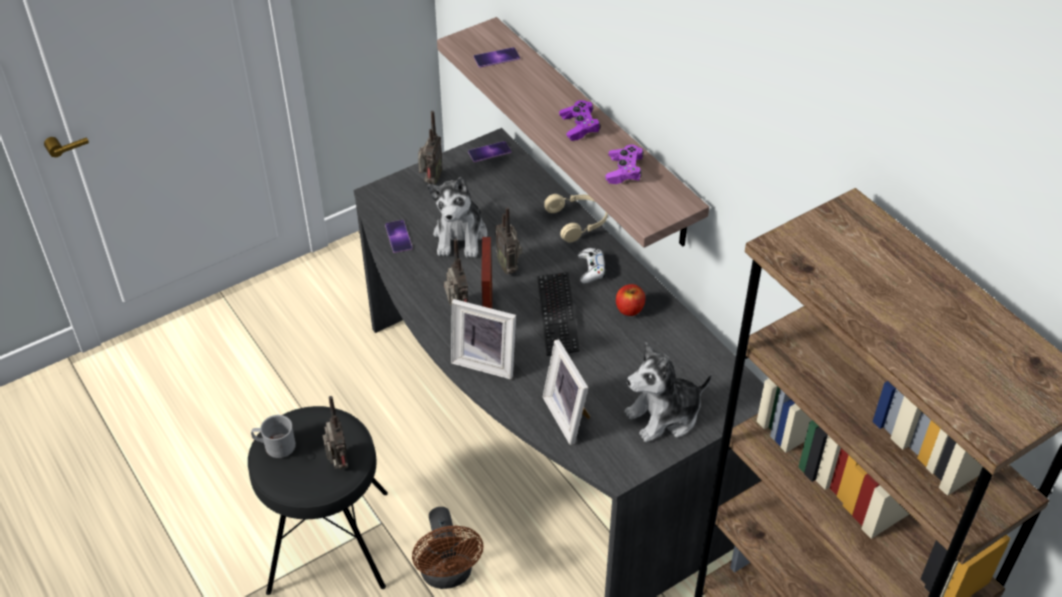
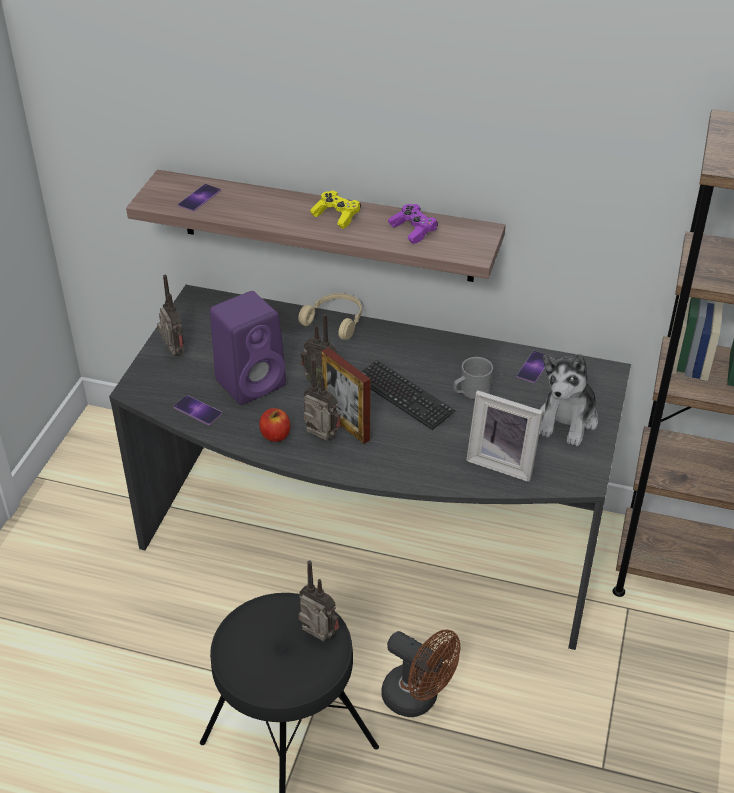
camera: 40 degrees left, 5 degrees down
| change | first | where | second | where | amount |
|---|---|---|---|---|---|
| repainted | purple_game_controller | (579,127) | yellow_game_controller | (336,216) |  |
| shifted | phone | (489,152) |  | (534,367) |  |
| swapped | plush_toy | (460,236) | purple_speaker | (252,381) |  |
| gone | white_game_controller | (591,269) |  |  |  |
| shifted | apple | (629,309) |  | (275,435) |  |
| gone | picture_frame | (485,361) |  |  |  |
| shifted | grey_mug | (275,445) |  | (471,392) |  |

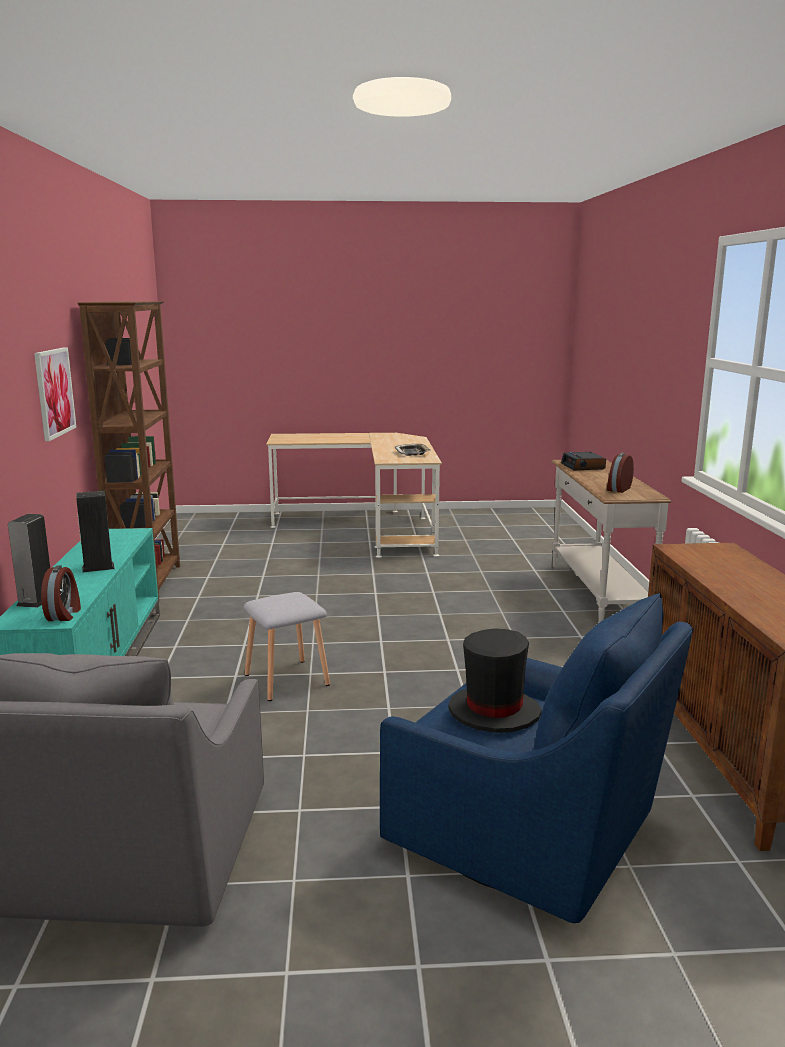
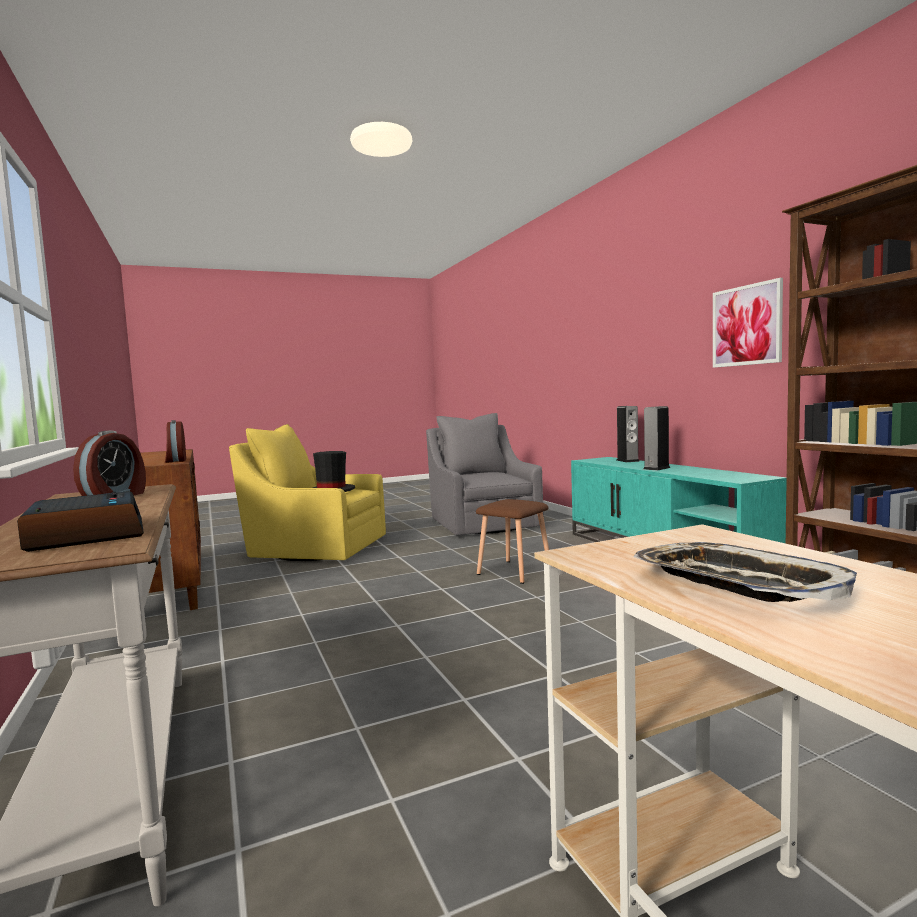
camera: 160 degrees right, 10 degrees down
| change | first | where | second | where | amount |
|---|---|---|---|---|---|
| shifted | alarm_clock | (64,614) |  | (175,461) |  |
| repainted | grey_stool | (287,679) | brown_stool | (514,572) |  |
| repainted | blue_armchair | (530,833) | yellow_armchair | (315,548) |  |

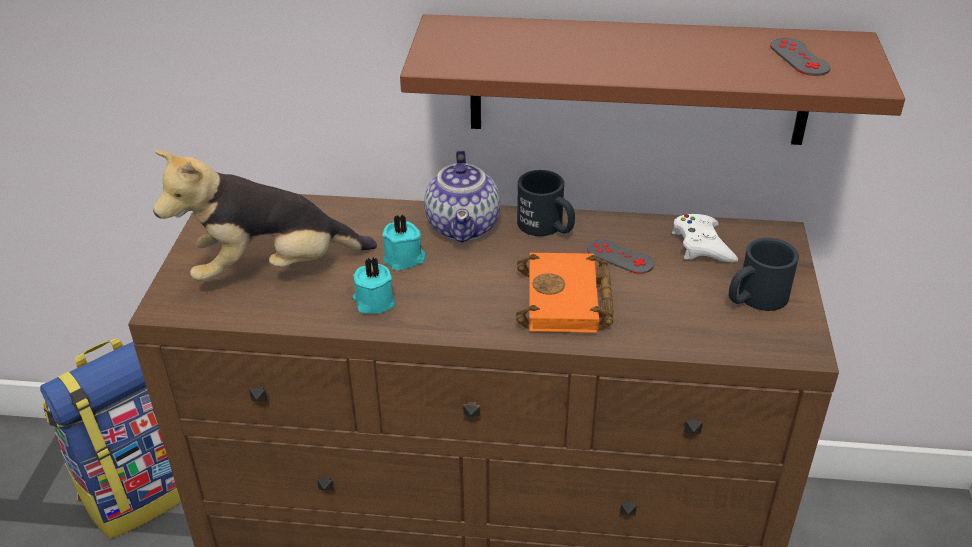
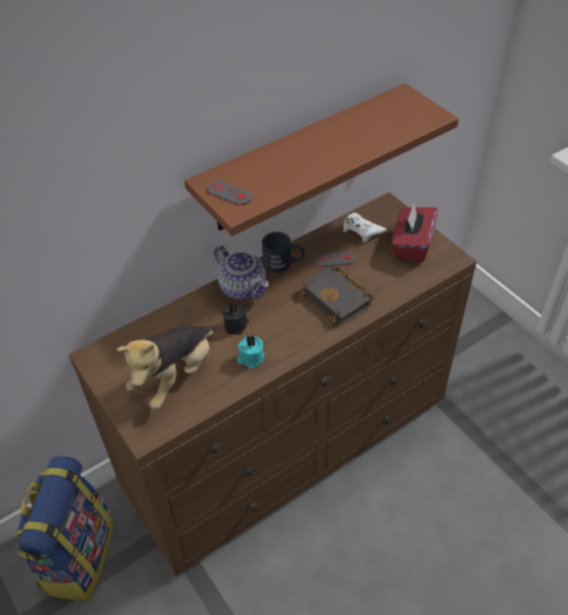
camera: 40 degrees left, 10 degrees up
| change | first | where | second | where | amount |
|---|---|---|---|---|---|
| shifted | grey_game_controller | (799,57) |  | (229,193) |  |
| repainted | turquoise_candle | (405,259) | black_candle | (236,325) |  |
| swapped | black_mug | (754,299) | red_tissue_box | (411,245) |  |
| repainted | orange_book | (567,302) | black_book | (339,298) |  |

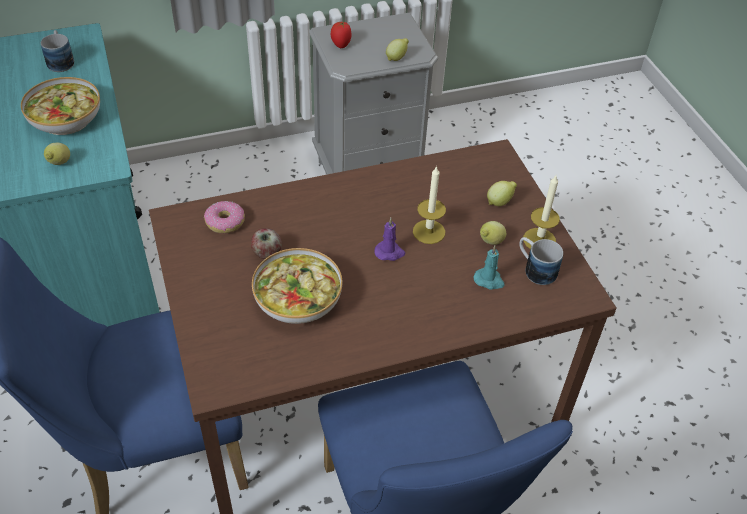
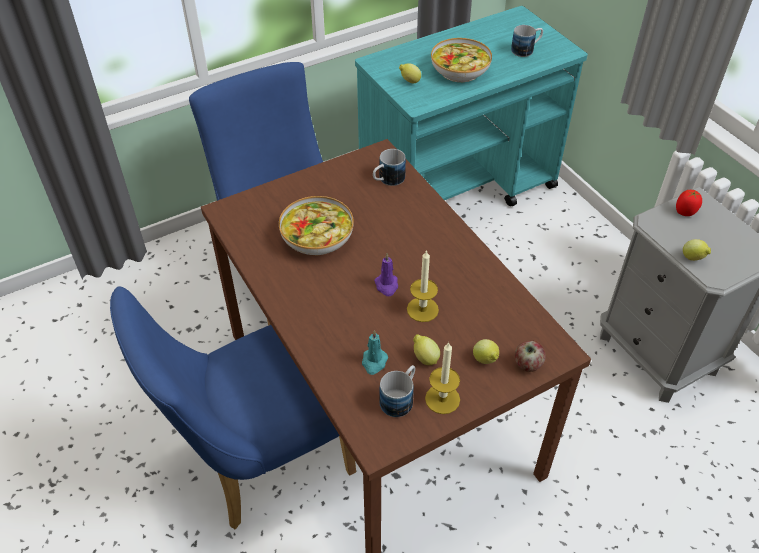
camera: 80 degrees right, 0 degrees up
| change | first | where | second | where | amount |
|---|---|---|---|---|---|
| swapped | donut | (225,222) | mug | (387,180) |  |
| shifted | apple | (267,253) |  | (527,364) |  |

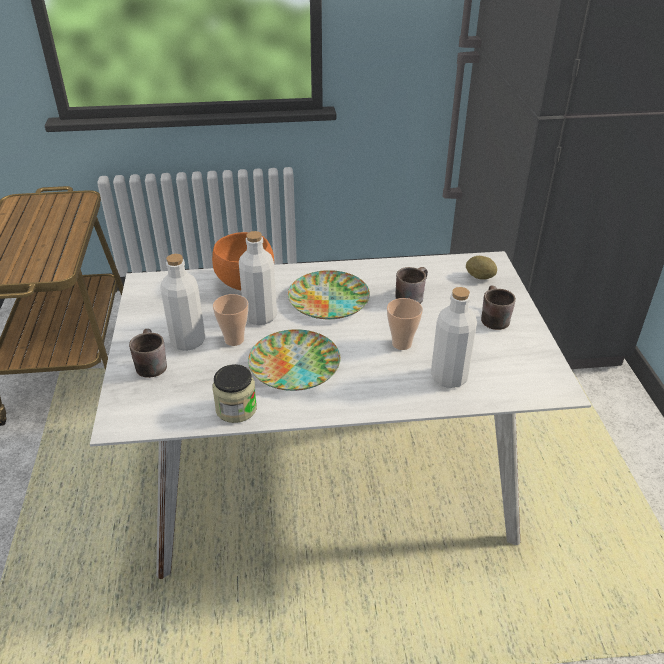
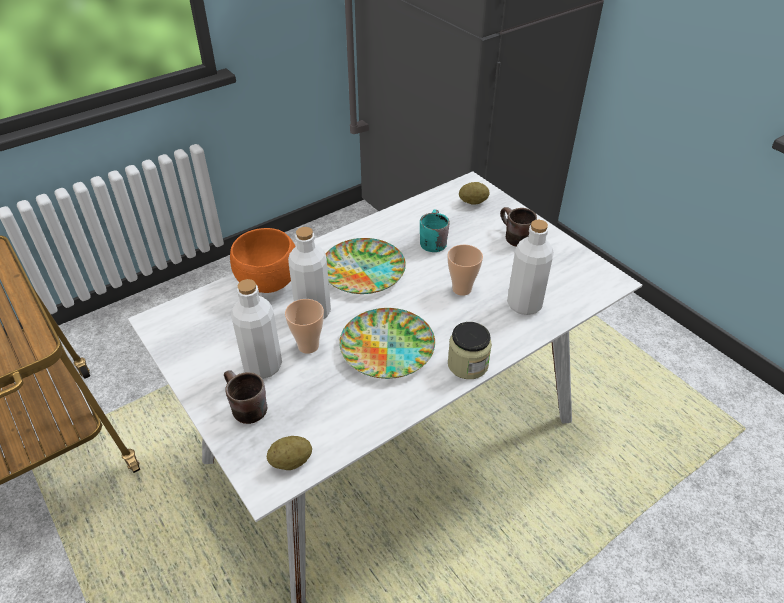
camera: 30 degrees left, 5 degrees up
| change | first | where | second | where | amount |
|---|---|---|---|---|---|
| repainted | brown_mug | (410,296) | turquoise_mug | (431,240) |  |
| shifted | jar | (236,409) |  | (467,364) |  |
| new |  |  | potato | (291,461) |  |

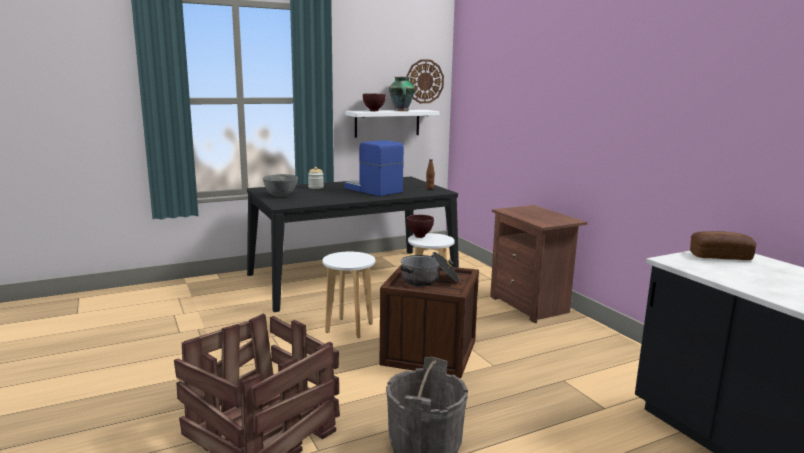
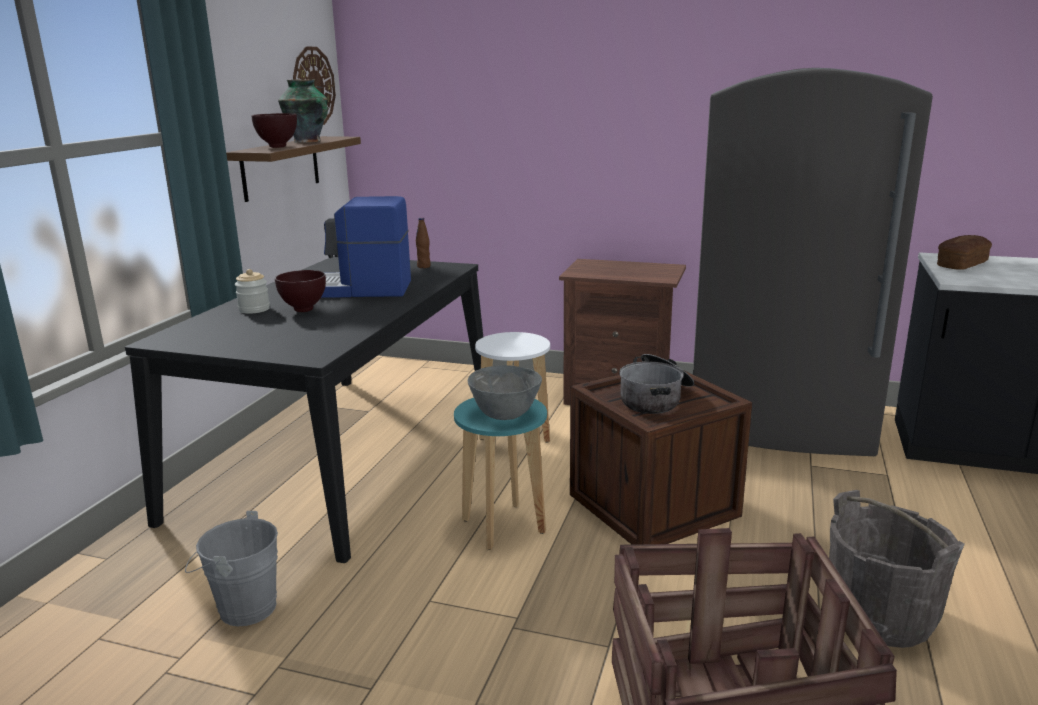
camera: 45 degrees left, 5 degrees up
| change | first | where | second | where | amount |
|---|---|---|---|---|---|
| repainted | white_shelf | (387,123) | brown_shelf | (281,167) |  |
| shifted | grey_bowl | (280,196) |  | (505,415) |  |
| shifted | brown_bowl | (419,236) |  | (303,310) |  |
| repainted | white_stool | (349,328) | turquoise_stool | (503,526) |  |
| new |  |  | grey_fridge | (781,422) |  |
| new |  |  | grey_bucket | (241,608) |  |

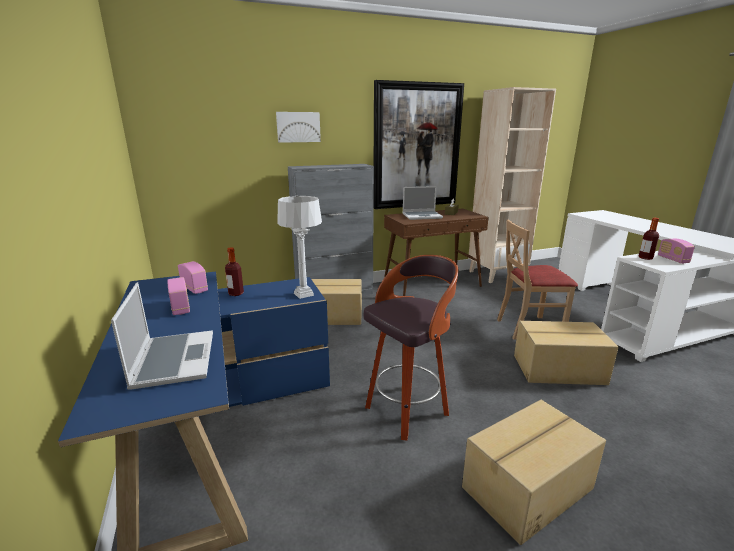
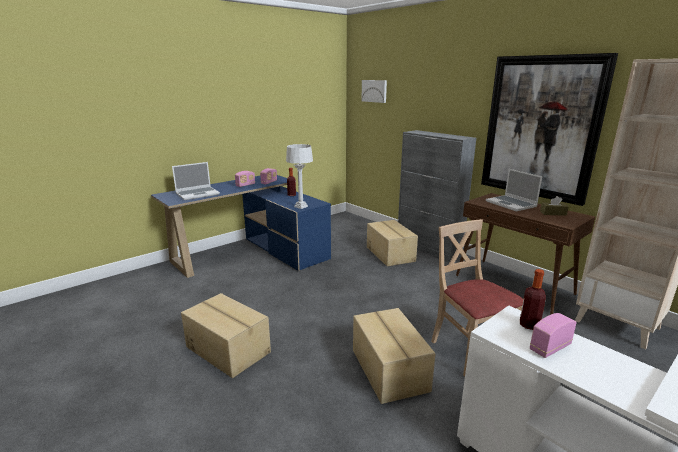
camera: 70 degrees right, 0 degrees up
| change | first | where | second | where | amount |
|---|---|---|---|---|---|
| shifted | picture | (298,127) |  | (374,91) |  |
| gone | stool | (408,410) |  |  |  |

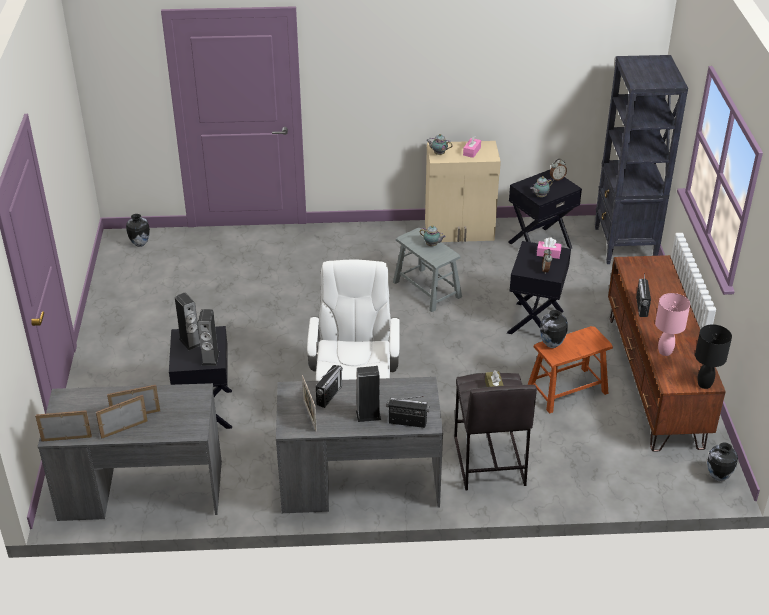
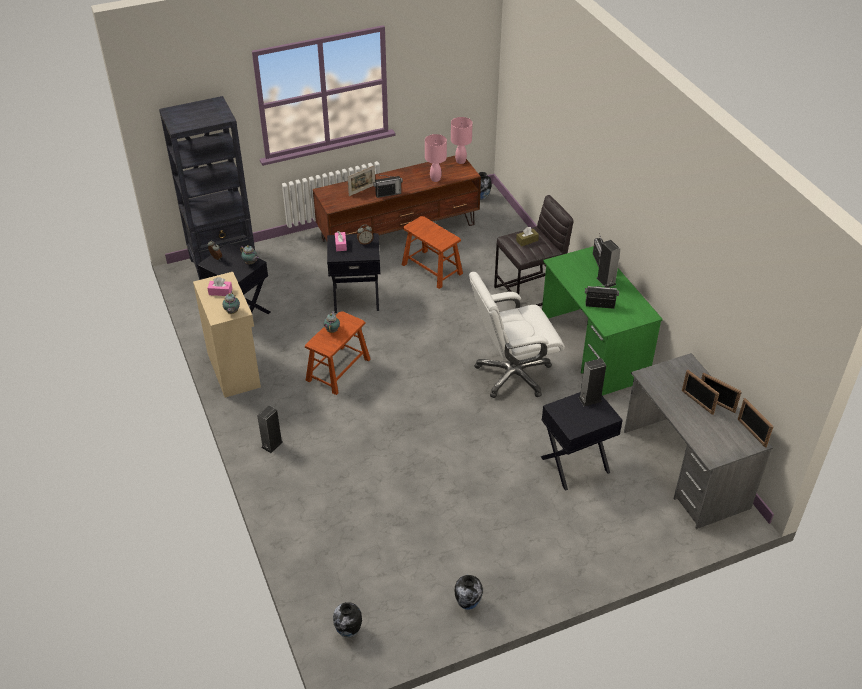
camera: 110 degrees left, 5 degrees up
| change | first | where | second | where | amount |
|---|---|---|---|---|---|
| repainted | grey_stool | (427,289) | brown_stool | (338,370) |  |
| shifted | speaker | (190,342) |  | (272,444) |  |
| shifted | vase | (551,344) |  | (468,604) |  |
| repainted | black_table_lamp | (704,384) | pink_table_lamp | (460,161) |  |
| shifted | picture_frame | (309,415) |  | (362,190) |  |
| repainted | grey_desk | (359,483) | green_desk | (593,349) |  |

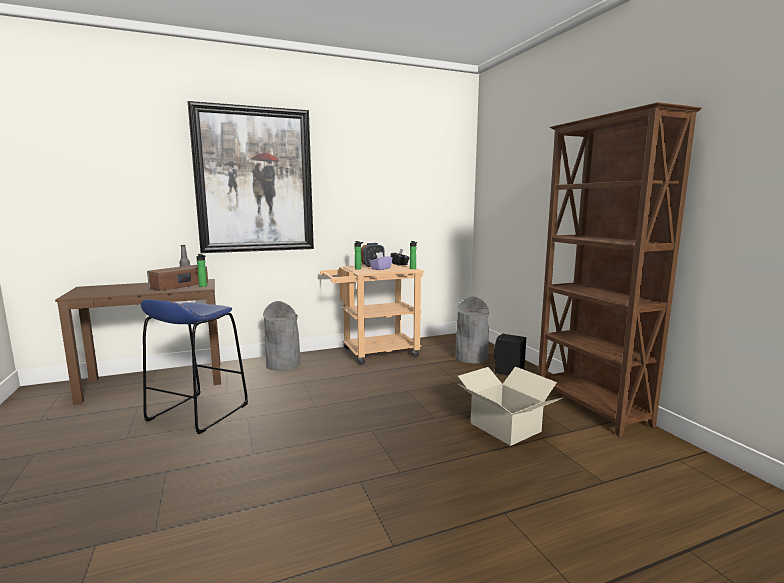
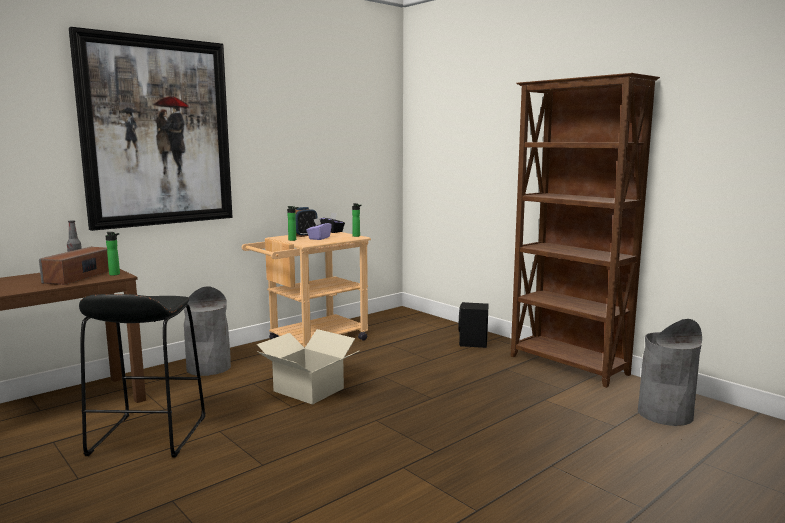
camera: 20 degrees left, 0 degrees up
| change | first | where | second | where | amount |
|---|---|---|---|---|---|
| shifted | grey_trash_can | (471,357) |  | (664,414) |  |
| repainted | blue_stool | (198,412) | black_stool | (148,435) |  |
| shifted | cardboard_box | (505,427) |  | (309,389) |  |

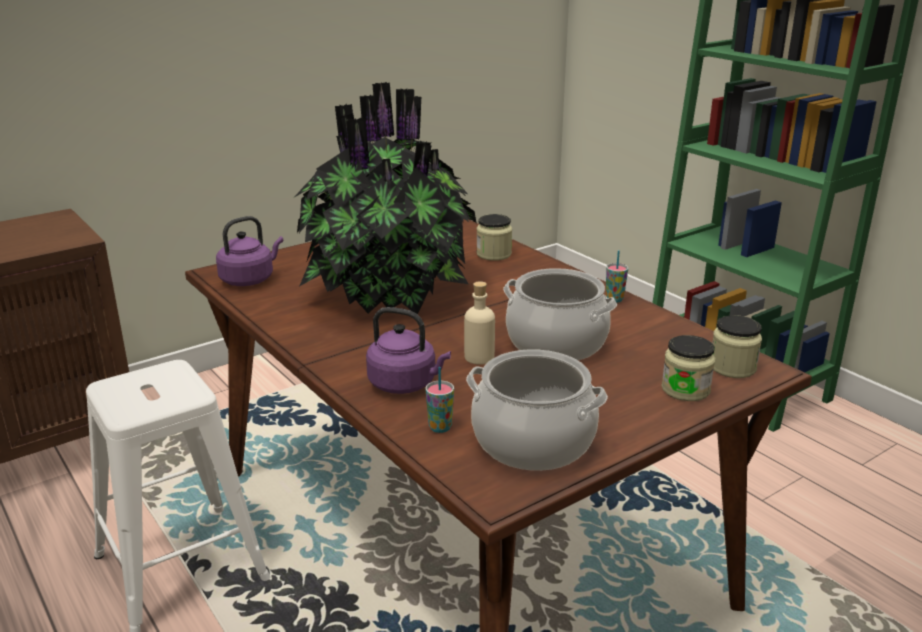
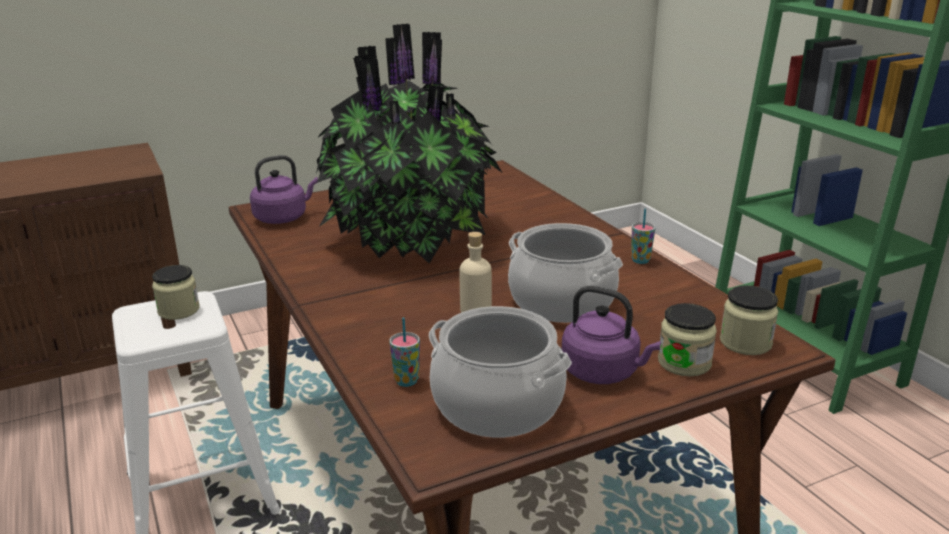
camera: 10 degrees right, 0 degrees up
| change | first | where | second | where | amount |
|---|---|---|---|---|---|
| shifted | jar | (493,254) |  | (179,310) |  |
| shifted | purple_kettle | (405,384) |  | (603,372) |  |

